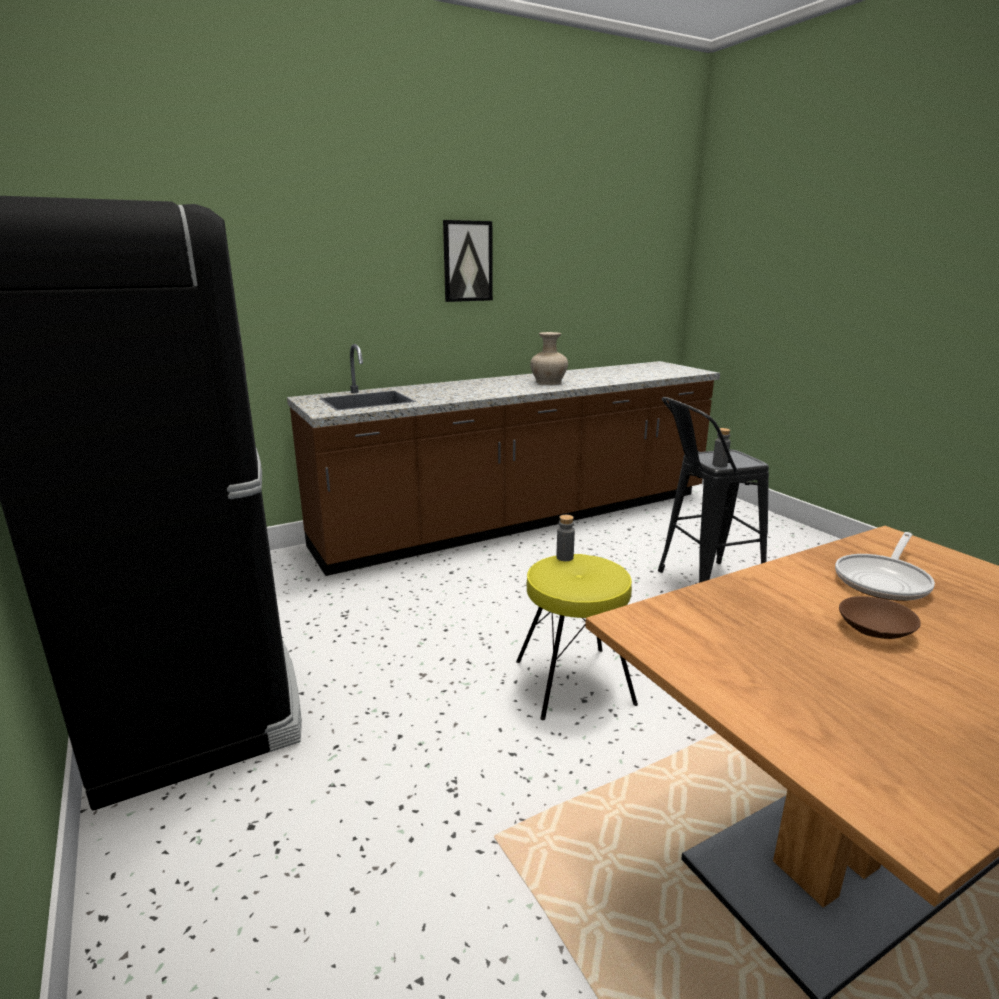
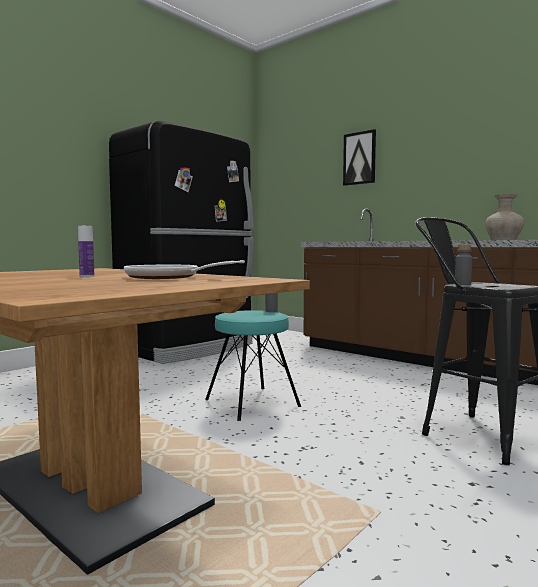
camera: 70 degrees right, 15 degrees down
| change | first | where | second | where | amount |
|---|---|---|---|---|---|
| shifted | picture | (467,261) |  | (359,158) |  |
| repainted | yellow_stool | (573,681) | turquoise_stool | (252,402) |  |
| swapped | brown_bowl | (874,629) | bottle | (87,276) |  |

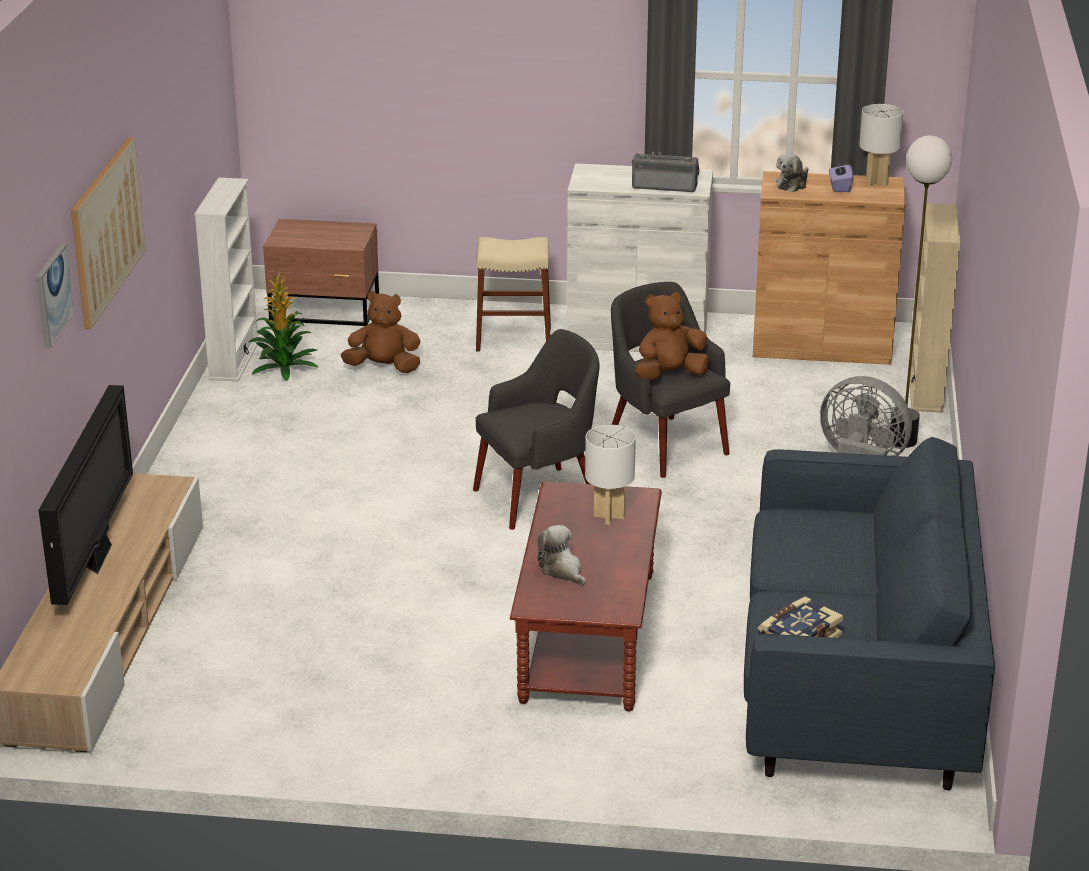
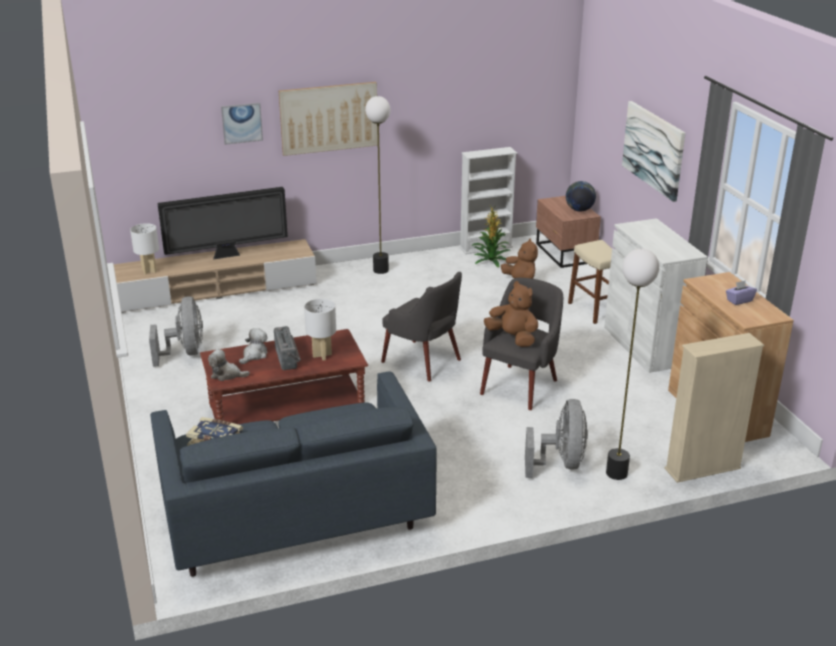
camera: 65 degrees right, 0 degrees up
| change | first | where | second | where | amount |
|---|---|---|---|---|---|
| shifted | white_table_lamp | (876,182) |  | (148,271) |  |
| shifted | radio | (665,186) |  | (288,358) |  |
| shifted | plush_toy | (792,184) |  | (227,375) |  |
| new |  |  | floor_lamp | (381,270) |  |
| new |  |  | picture | (653,149) |  |
| new |  |  | globe | (579,210) |  |
| new |  |  | grey_fan | (185,353) |  |

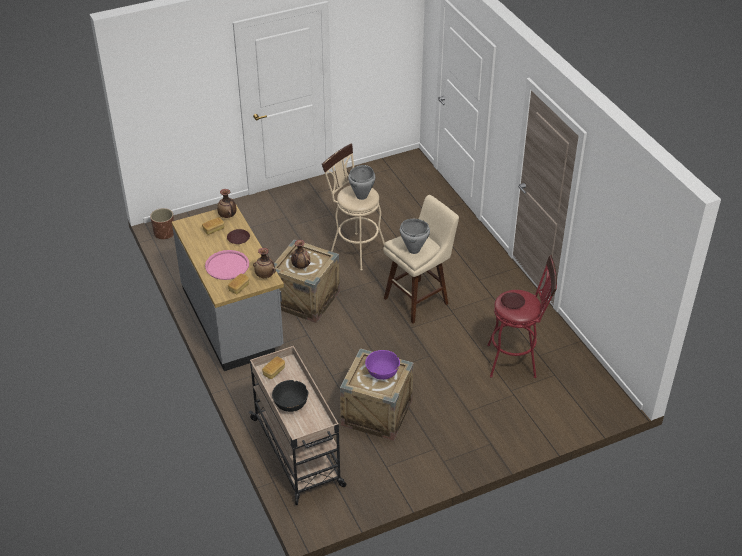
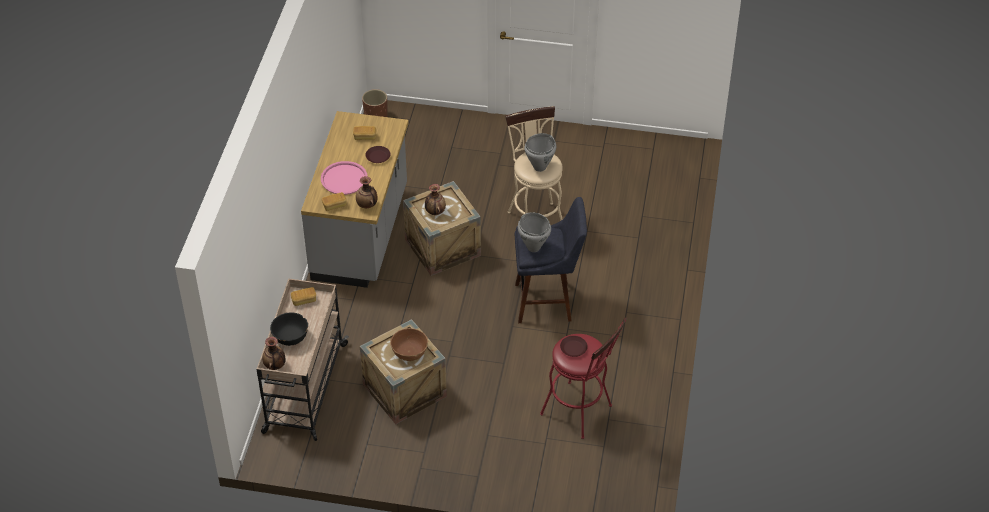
camera: 35 degrees right, 5 degrees up
| change | first | where | second | where | amount |
|---|---|---|---|---|---|
| shifted | vase | (227,216) |  | (275,365) |  |
| repainted | beige_stool | (419,299) | blue_stool | (548,302) |  |
| repainted | purple_bowl | (382,372) | brown_bowl | (409,352) |  |

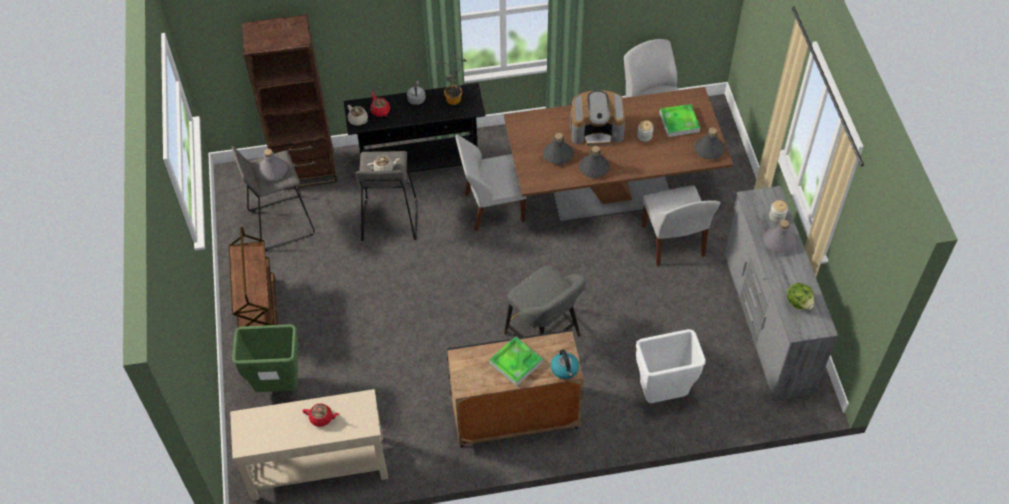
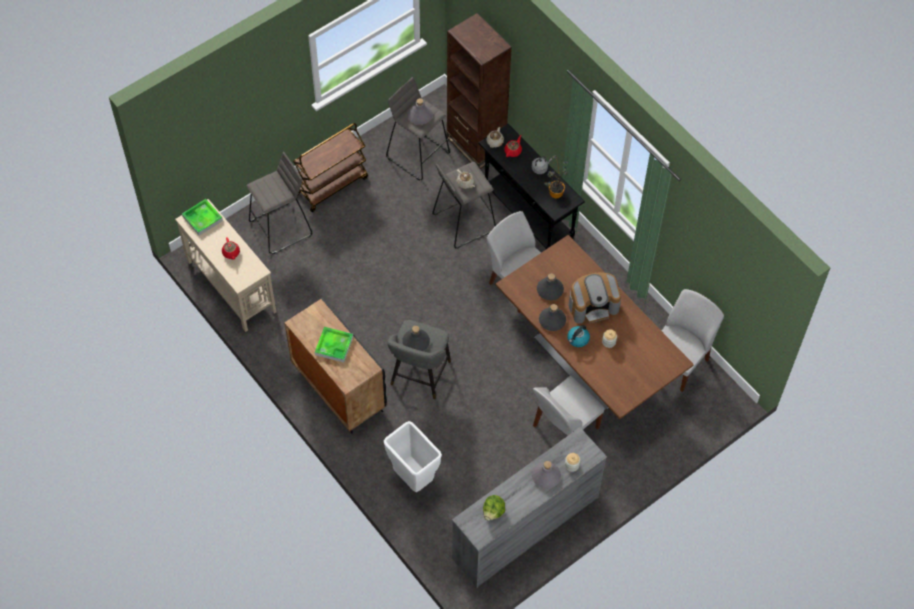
camera: 60 degrees right, 5 degrees up
| change | first | where | second | where | amount |
|---|---|---|---|---|---|
| rotated | coffee_machine | (597,130) |  | (593,305) | 75 degrees counterclockwise |
| shifted | tray | (679,122) |  | (202,218) |  |
| shifted | grey_bottle | (709,150) |  | (415,342) |  |
| swapped | green_trash_can | (279,386) | grey_stool | (281,228) |  |
| shifted | kettle | (565,369) |  | (578,339) |  |

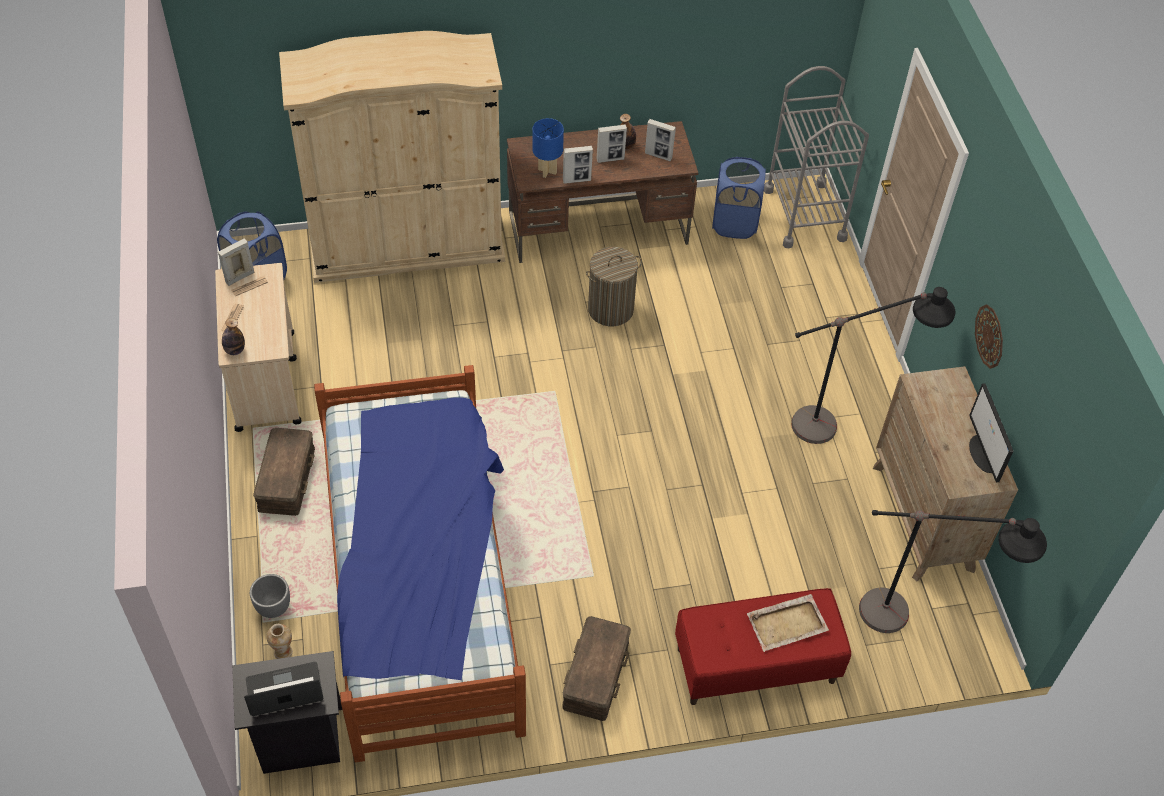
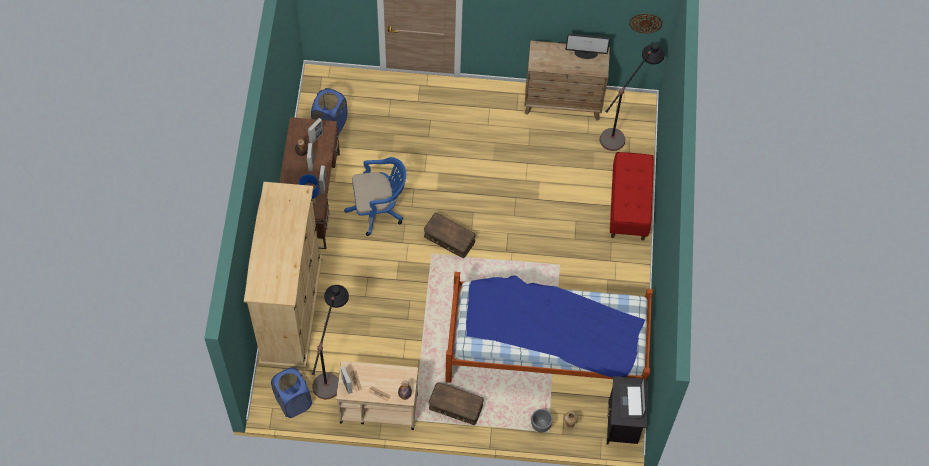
camera: 75 degrees left, 10 degrees up
| change | first | where | second | where | amount |
|---|---|---|---|---|---|
| gone | grey_cart | (804,214) |  |  |  |
| swapped | laundry_basket | (610,309) | blue_office_chair | (378,209) |  |
| shifted | black_floor_lamp | (846,426) |  | (332,368) |  |
| shifted | wall_clock | (989,336) |  | (645,22) |  |
| gone | beige_tray | (787,624) |  |  |  |
| shifted | brown_storage_box | (595,674) |  | (449,239) |  |

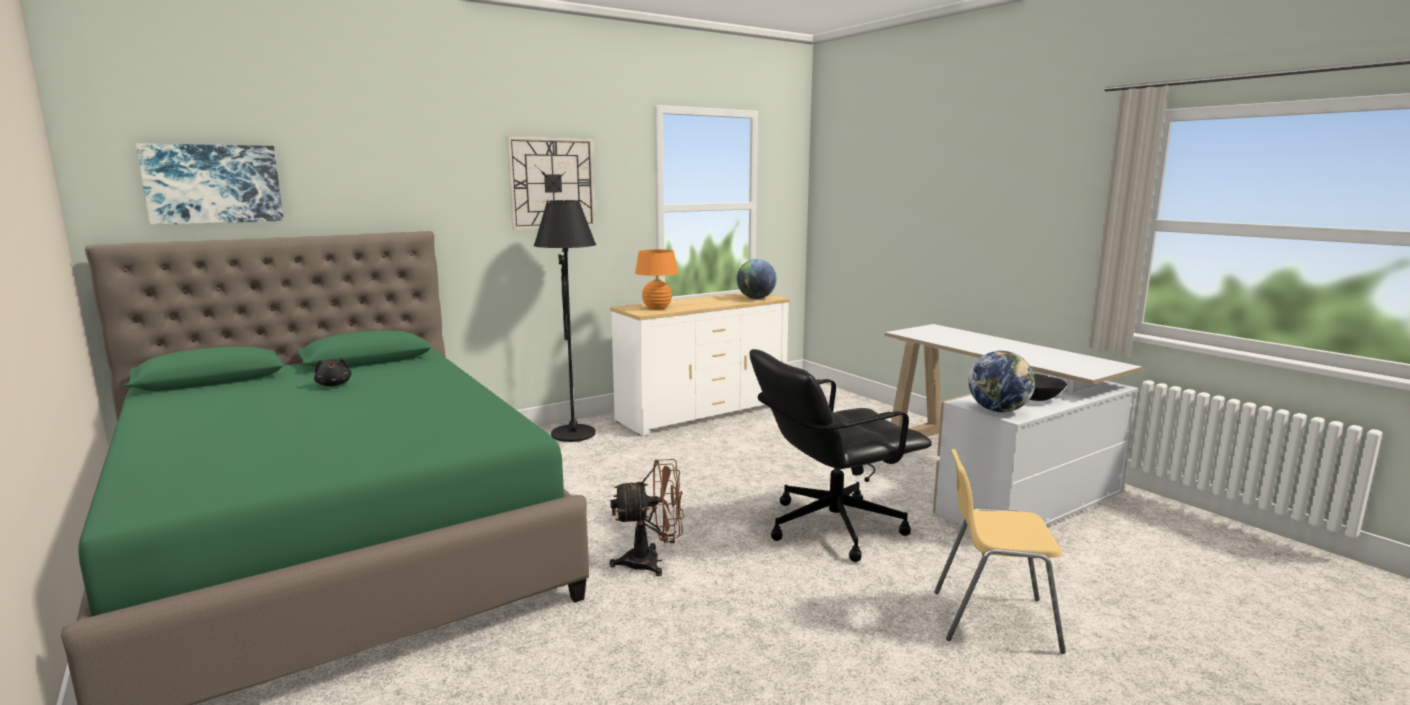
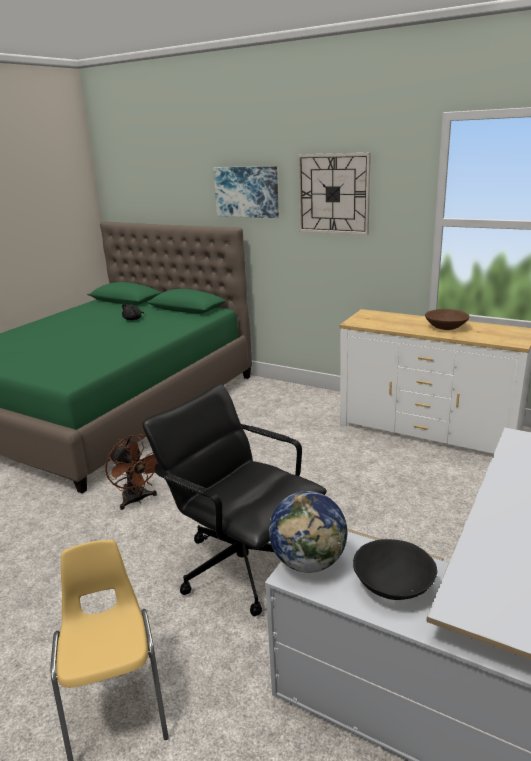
camera: 65 degrees right, 10 degrees up
| change | first | where | second | where | amount |
|---|---|---|---|---|---|
| shifted | picture | (213,184) |  | (247,191) |  |
| gone | black_floor_lamp | (573,434) |  |  |  |
| gone | orange_table_lamp | (657,308) |  |  |  |
| gone | globe | (756,298) |  |  |  |
| new |  |  | brown_bowl | (446,327) |  |

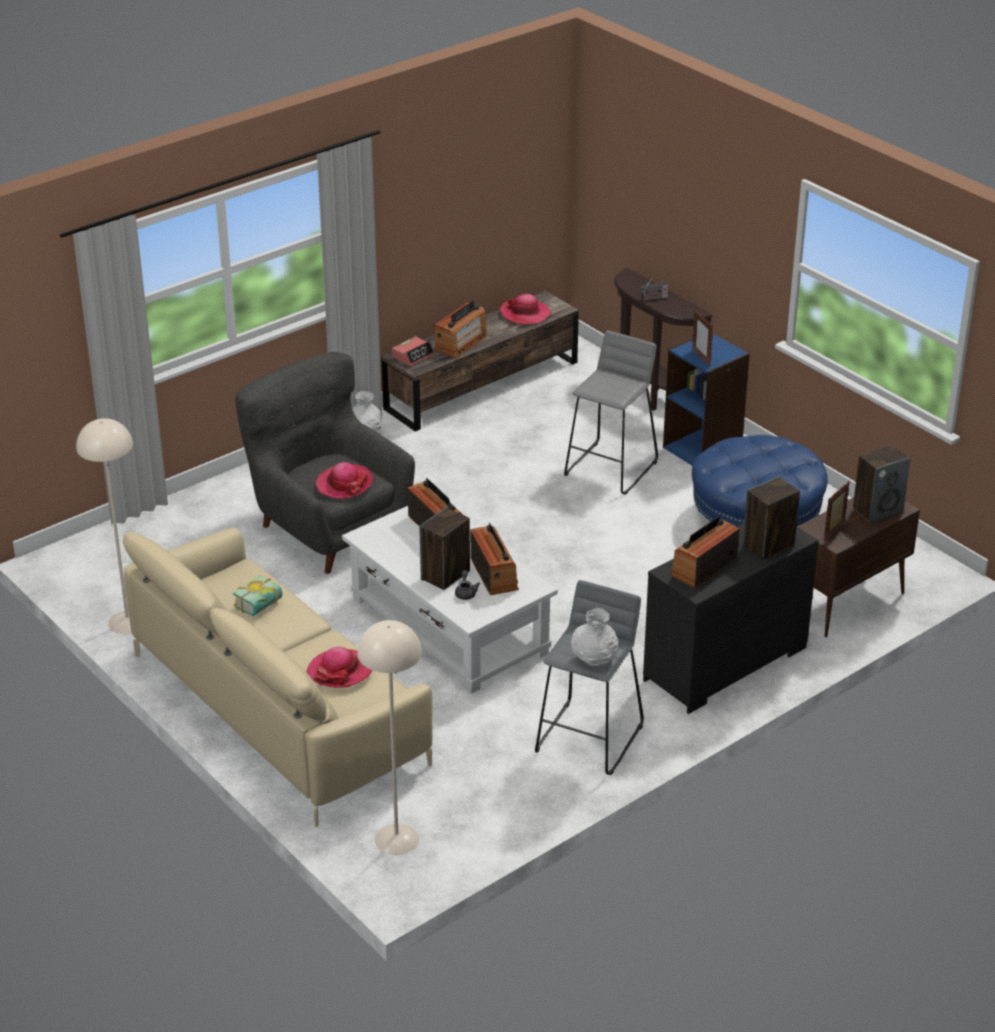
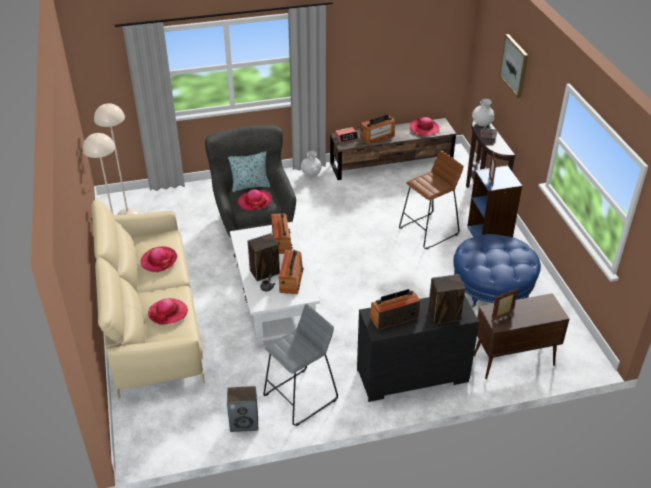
camera: 25 degrees right, 5 degrees up
| change | first | where | second | where | amount |
|---|---|---|---|---|---|
| repainted | grey_stool | (611,468) | brown_stool | (429,231) |  |
| shifted | speaker | (877,510) |  | (244,423) |  |
| swapped | book | (261,606) | hat | (159,260) |  |
| shifted | white_vase | (594,659) |  | (482,124) |  |
| shifted | beige_floor_lamp | (396,839) |  | (127,213) |  |
| new |  |  | picture | (514,65) |  |
| new |  |  | pillow | (250,186) |  |

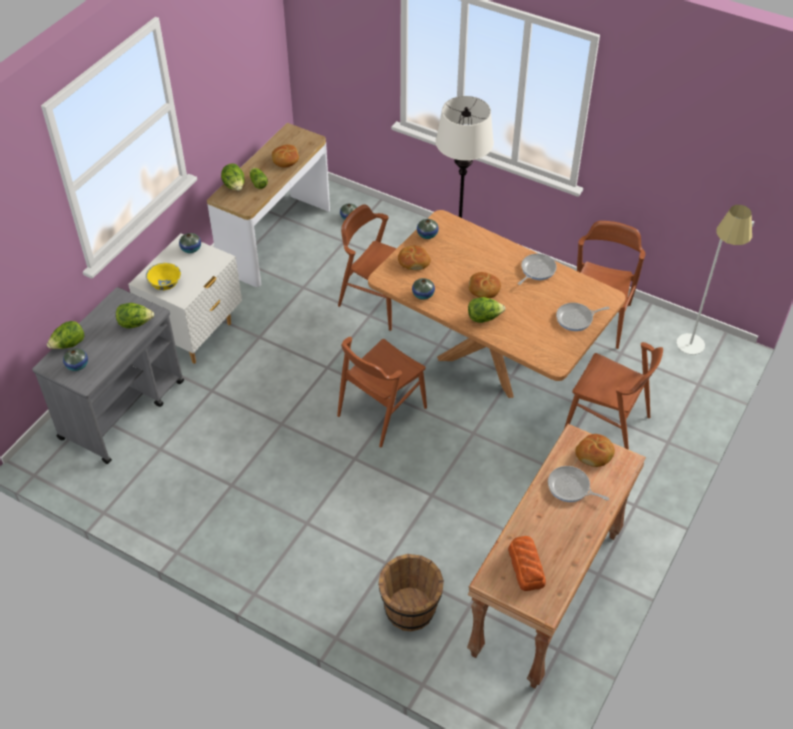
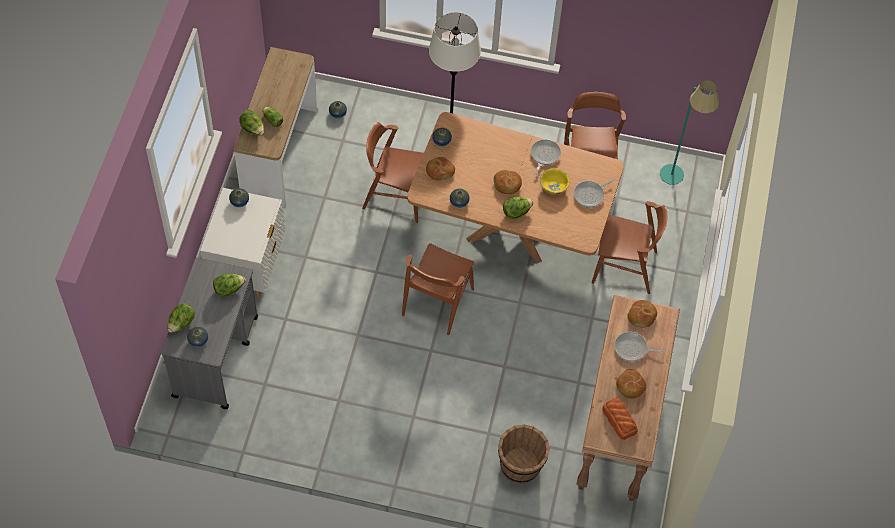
camera: 20 degrees left, 10 degrees up
| change | first | where | second | where | amount |
|---|---|---|---|---|---|
| shifted | bread | (285,160) |  | (630,386) |  |
| repainted | white_floor_lamp | (694,353) | turquoise_floor_lamp | (676,183) |  |
| shifted | yellow_bowl | (165,284) |  | (553,187) |  |

